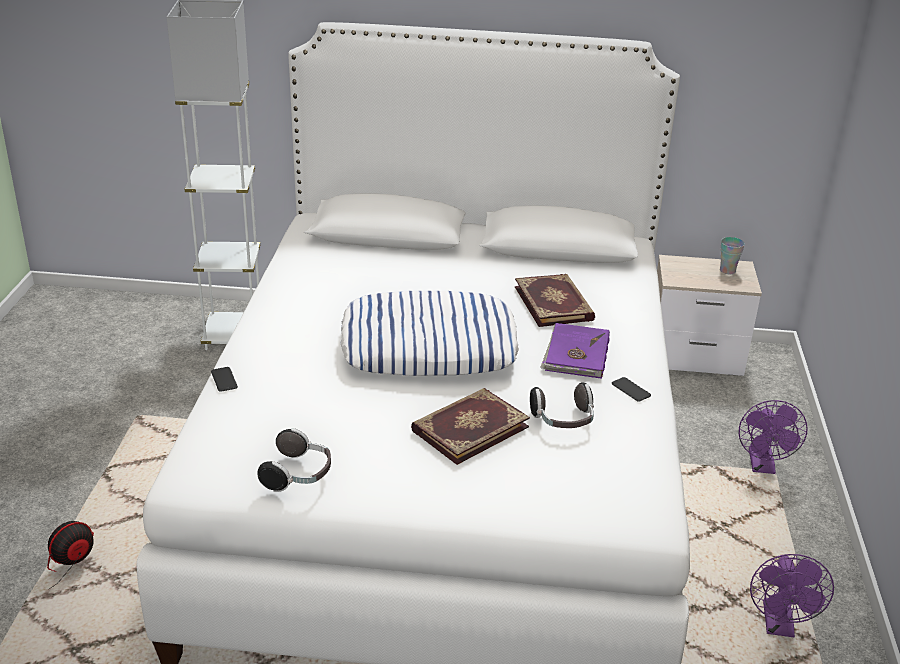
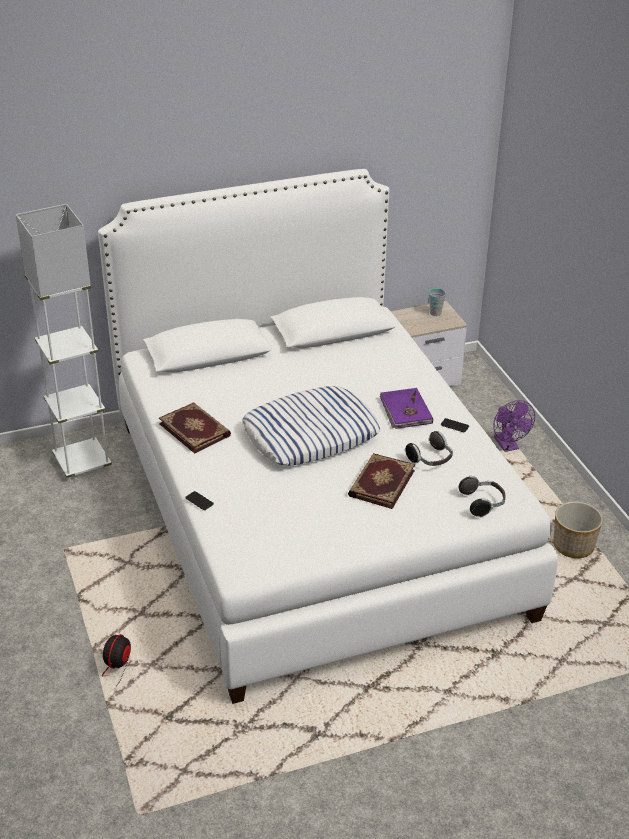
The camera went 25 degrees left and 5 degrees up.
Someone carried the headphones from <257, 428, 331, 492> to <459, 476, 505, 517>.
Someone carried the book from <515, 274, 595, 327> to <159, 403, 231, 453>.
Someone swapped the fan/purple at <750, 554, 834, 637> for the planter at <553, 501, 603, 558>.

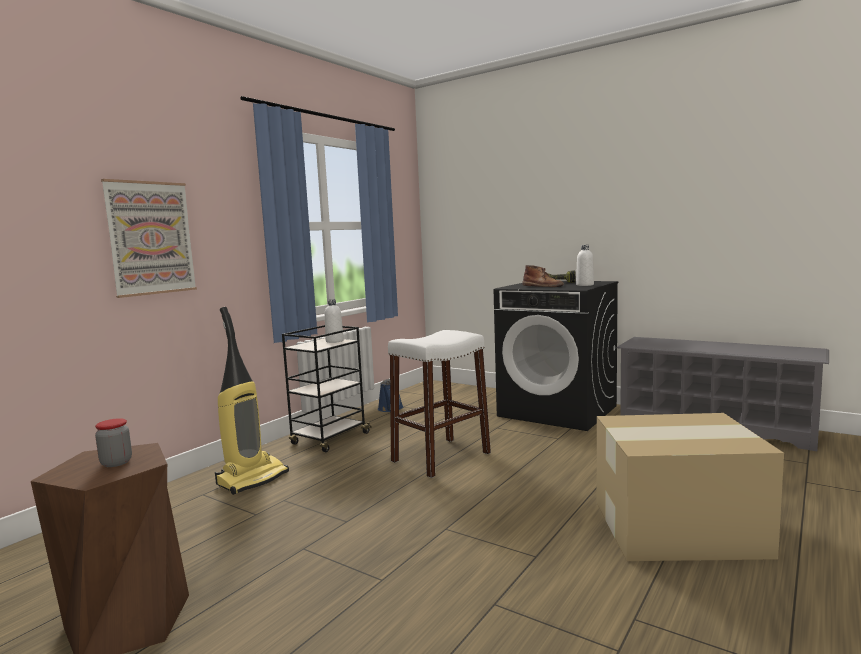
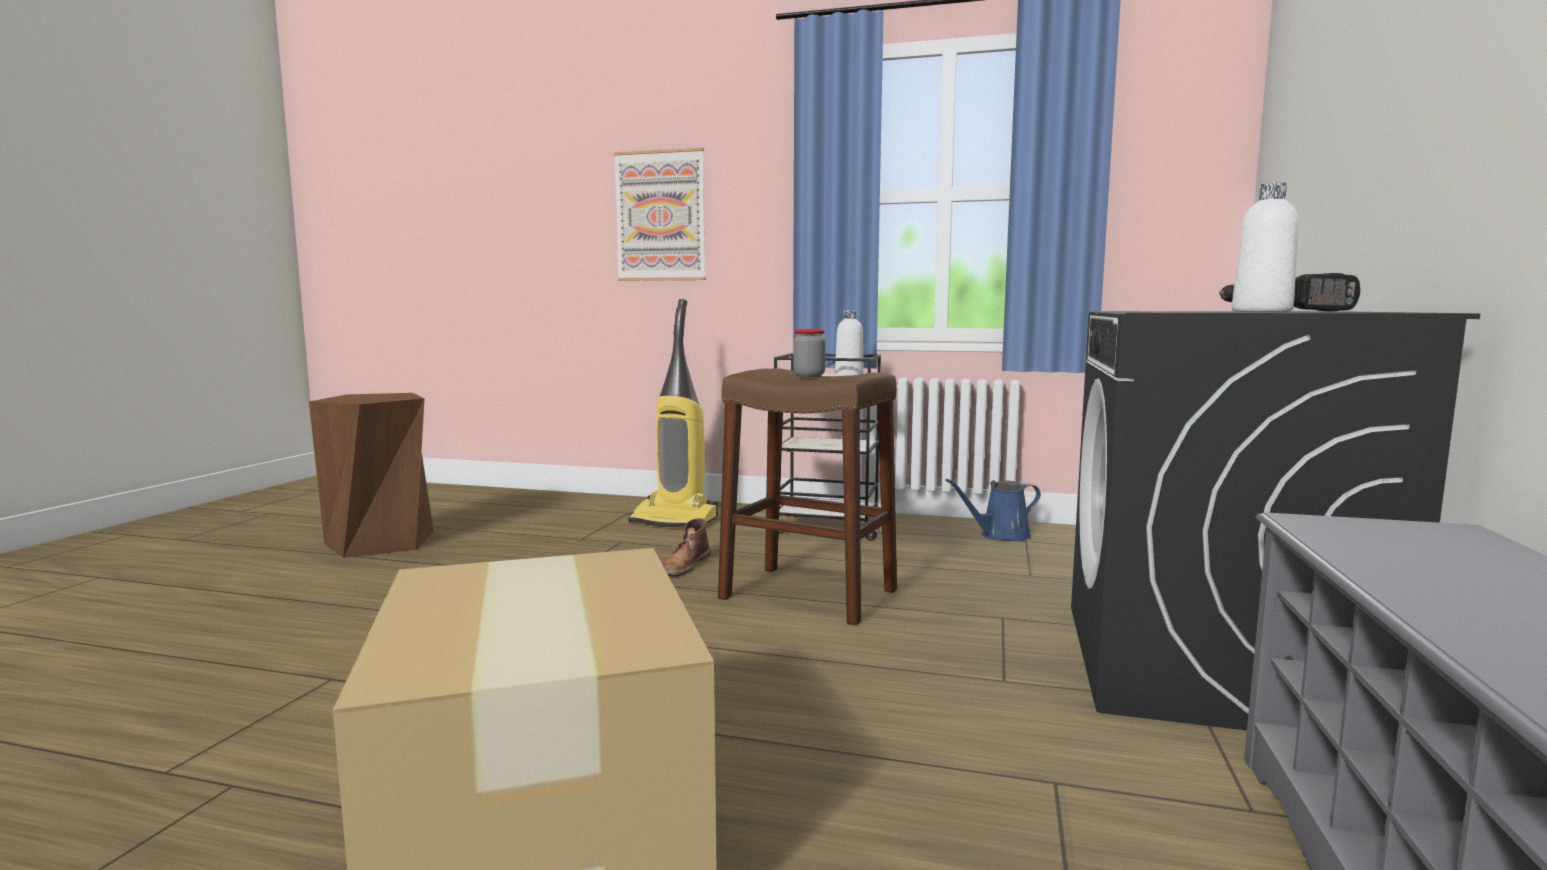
The camera went 70 degrees right and 0 degrees up.
Someone carried the jar from <95, 418, 132, 467> to <793, 329, 826, 377>.
Someone carried the boot/brown from <522, 265, 564, 287> to <662, 518, 711, 576>.
Someone repainted the stool/white at <388, 330, 491, 478>, which became the stool/brown at <718, 368, 897, 626>.

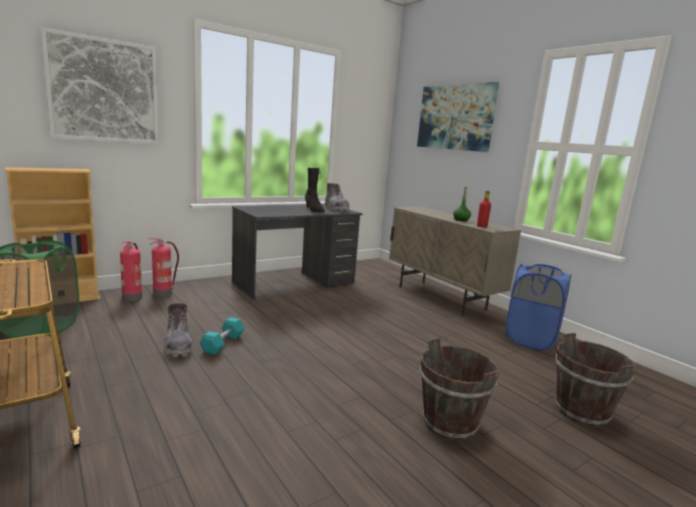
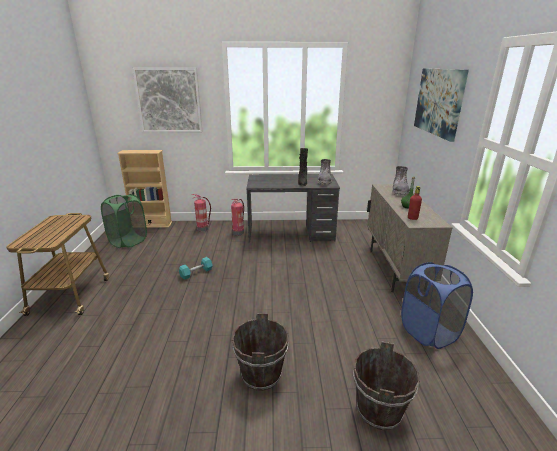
The camera went 35 degrees right and 10 degrees up.
Someone carried the fire extinguisher from <120, 242, 142, 302> to <231, 199, 244, 236>.
Someone carried the boot/grey from <164, 303, 193, 357> to <392, 166, 410, 196>.

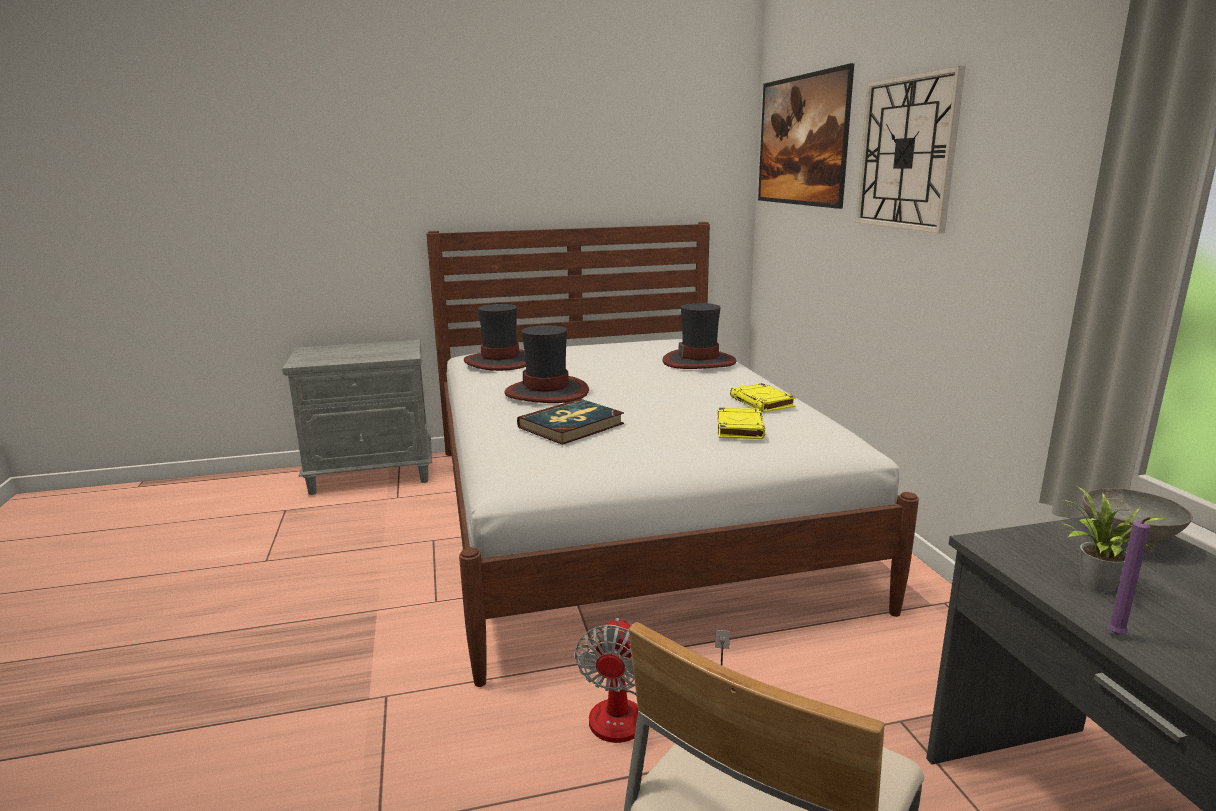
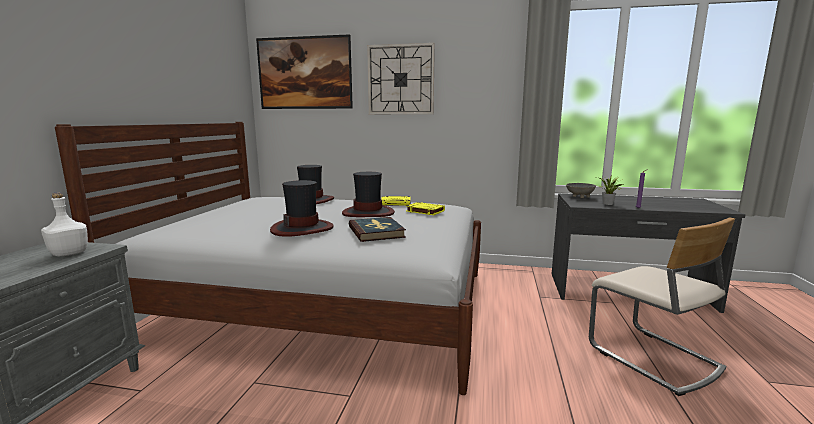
The camera went 65 degrees left and 5 degrees down.
Someone took away the fan at <575, 618, 730, 743>.
Someone put down the bottle/white at <41, 192, 88, 257>.
Someone carried the hat from <464, 304, 526, 371> to <342, 172, 395, 217>.

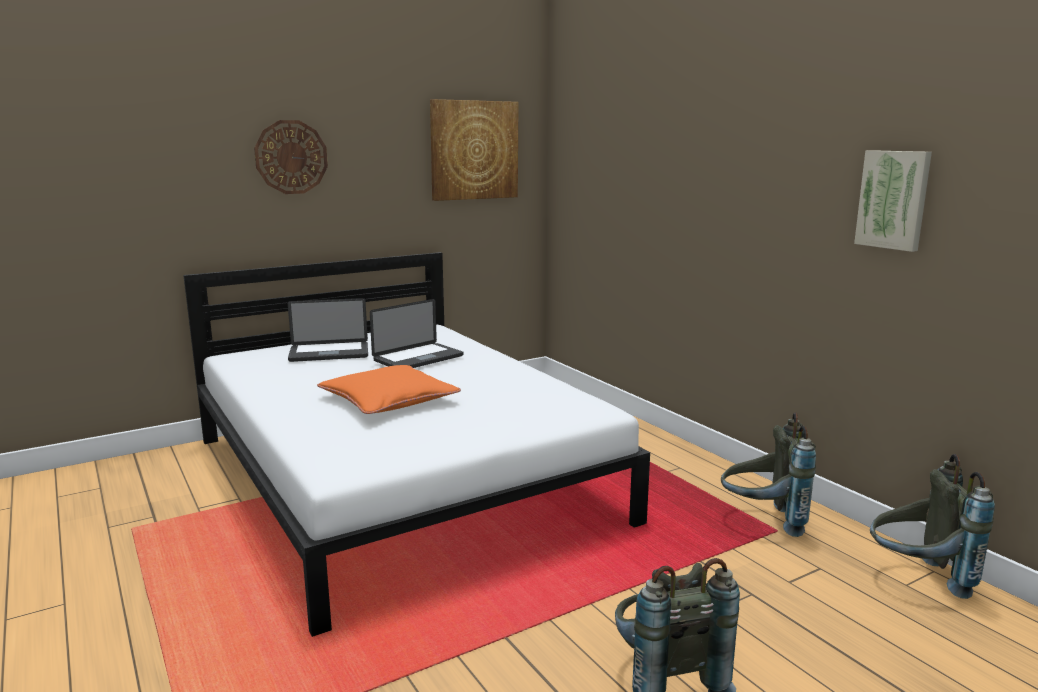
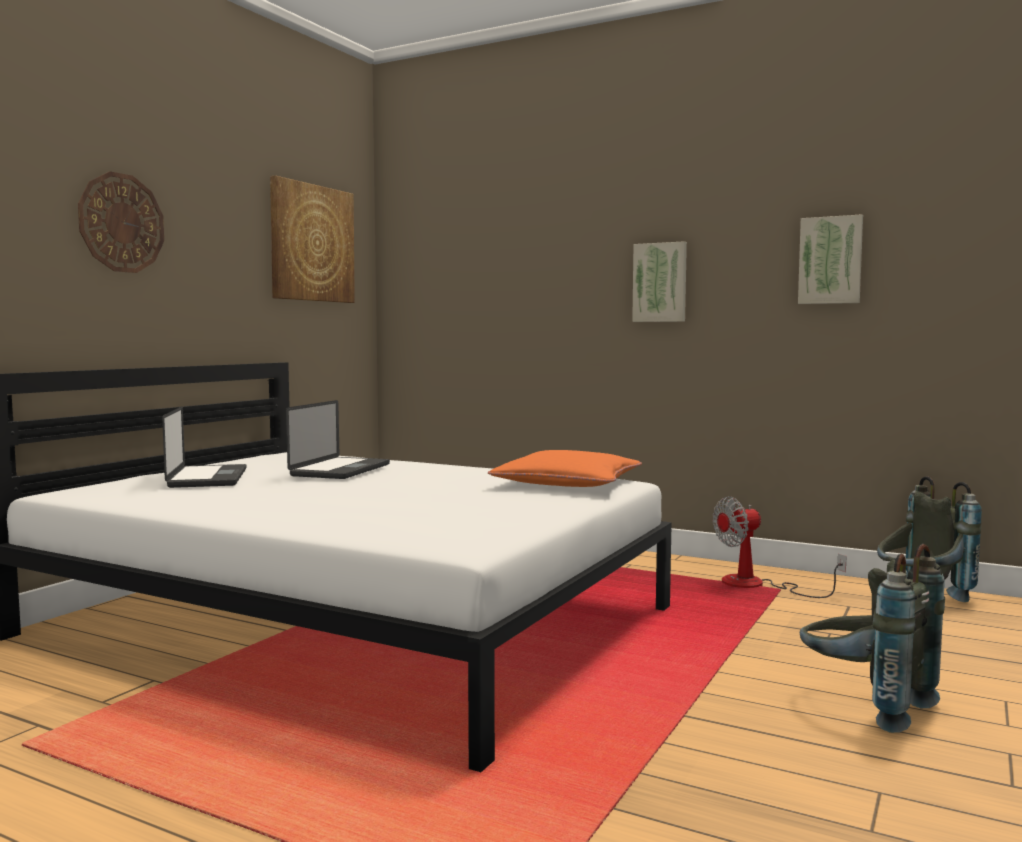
The camera went 30 degrees left and 10 degrees down.
Someone put up the picture at <632, 241, 687, 322>.
Someone carried the pillow/orange from <317, 365, 461, 414> to <488, 450, 642, 487>.
Someone swapped the backpack/grey at <721, 412, 816, 537> for the fan at <712, 496, 846, 598>.
Someone rotated the laptop at <288, 298, 368, 362> by 60 degrees counterclockwise.

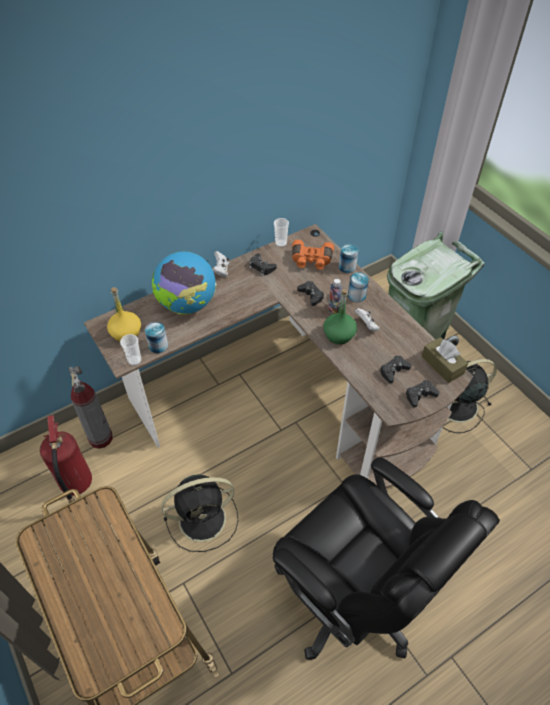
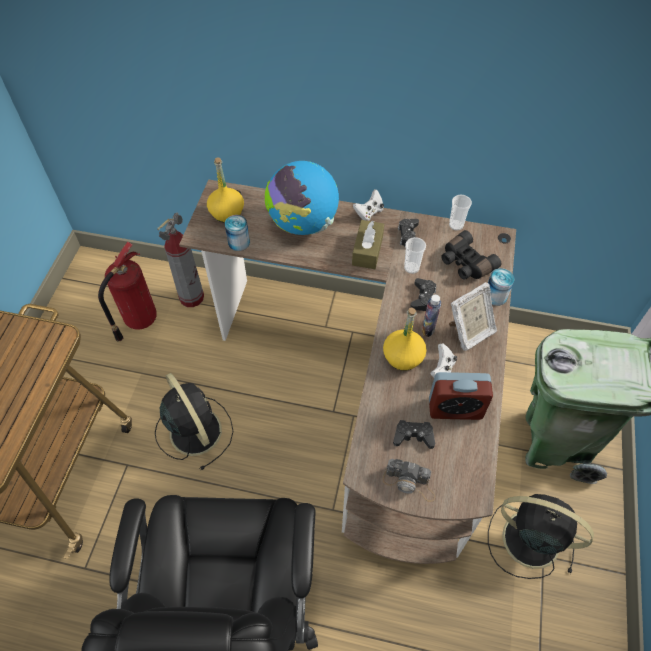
The camera went 45 degrees right and 5 degrees up.
Someone put down the alarm clock at <429, 372, 493, 420>.
Someone carried the cup from <120, 334, 141, 366> to <404, 237, 426, 274>.
Someone carried the tissue box/brown from <422, 337, 468, 383> to <352, 220, 384, 269>.
Someone swapped the can at <348, 272, 369, 302> for the picture frame at <449, 282, 497, 351>.
Someone swapped the game controller/black at <406, 380, 440, 407> for the photo camera at <383, 459, 436, 502>.
Someone repainted the binoculars/orange at <292, 240, 334, 270>, which became the binoculars/black at <441, 230, 501, 280>.
Someone repainted the bottle/green at <323, 289, 357, 344>, which became the bottle/yellow at <383, 307, 427, 371>.
Someone rotated the fan/black at <161, 474, 238, 552> by 150 degrees counterclockwise.

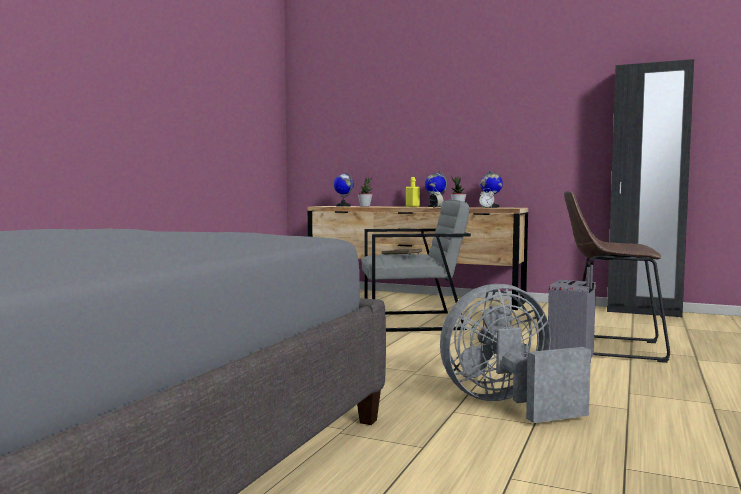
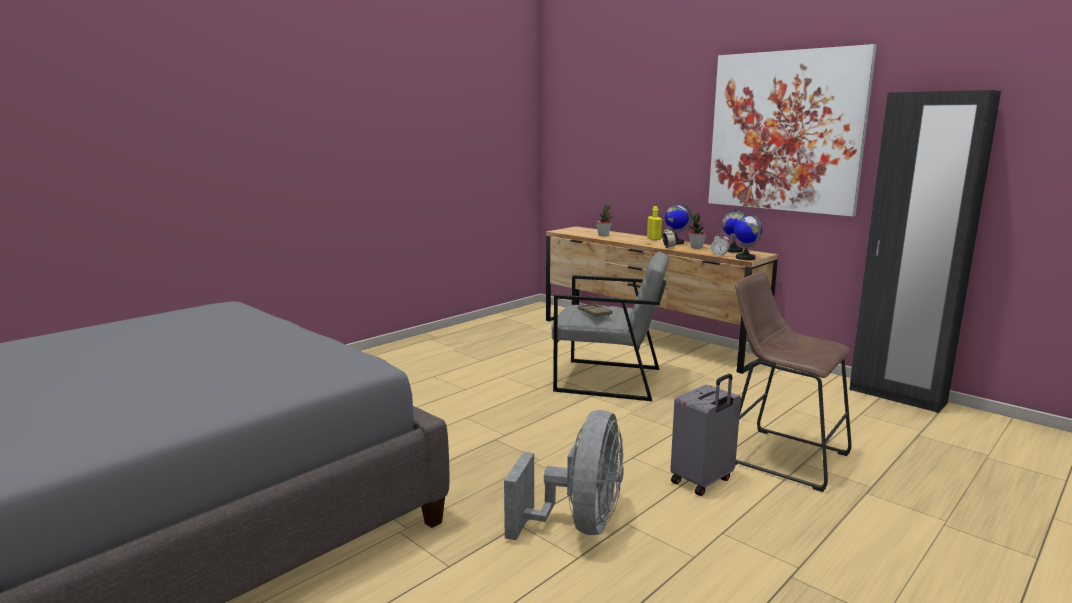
The camera went 20 degrees right and 10 degrees up.
Someone put up the picture at <708, 44, 877, 217>.
Someone carried the globe from <333, 171, 354, 206> to <734, 214, 762, 260>.
Someone rotated the fan/grey at <440, 284, 591, 423> by 105 degrees clockwise.

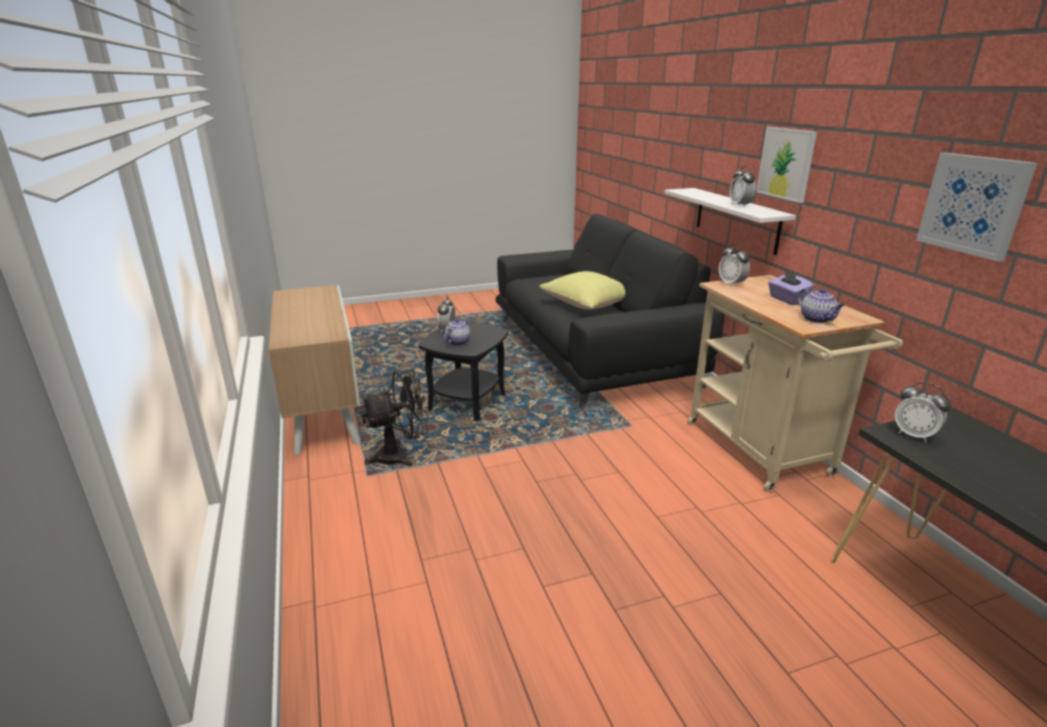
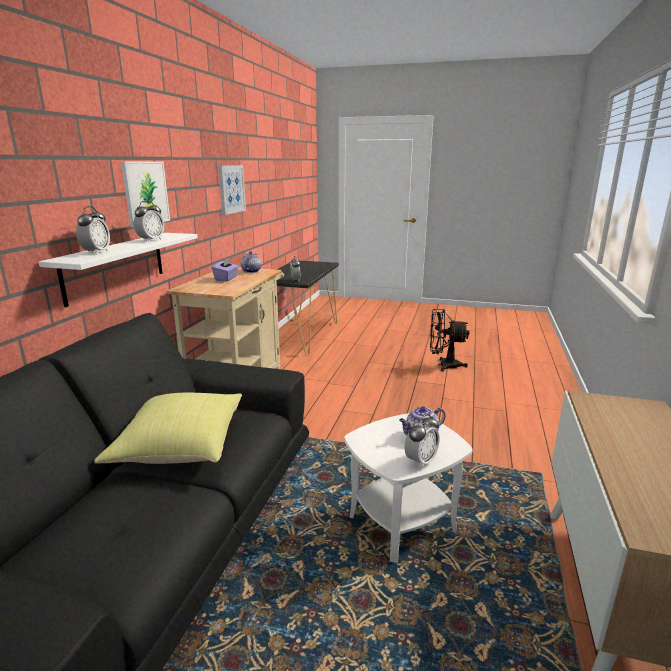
The camera went 145 degrees left and 5 degrees down.
Someone carried the fan/black from <360, 369, 429, 467> to <430, 309, 470, 372>.
Someone carried the alarm clock from <719, 244, 750, 287> to <76, 206, 110, 254>.
Someone repainted the side table/black at <419, 322, 508, 421>, which became the side table/white at <344, 413, 472, 563>.

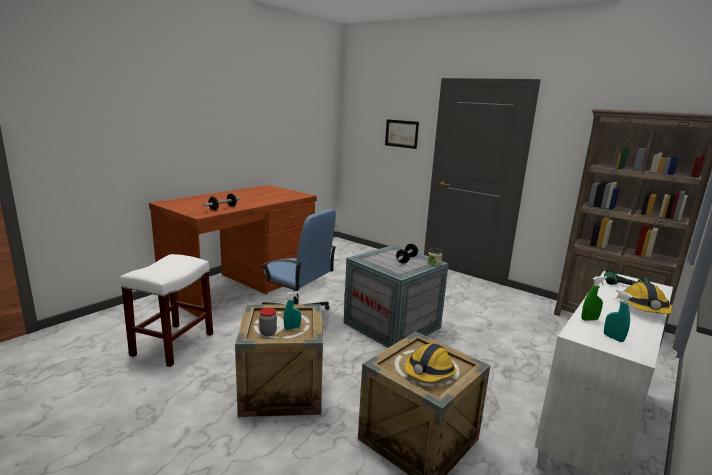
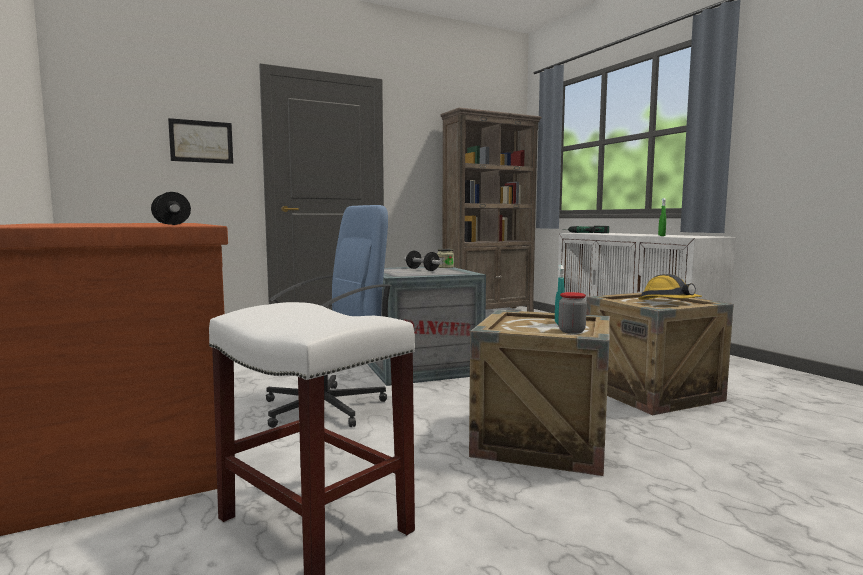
The camera went 65 degrees left and 10 degrees down.
Someone took away the spray bottle/turquoise at <604, 289, 632, 342>.
Someone took away the hard hat at <617, 282, 672, 314>.

